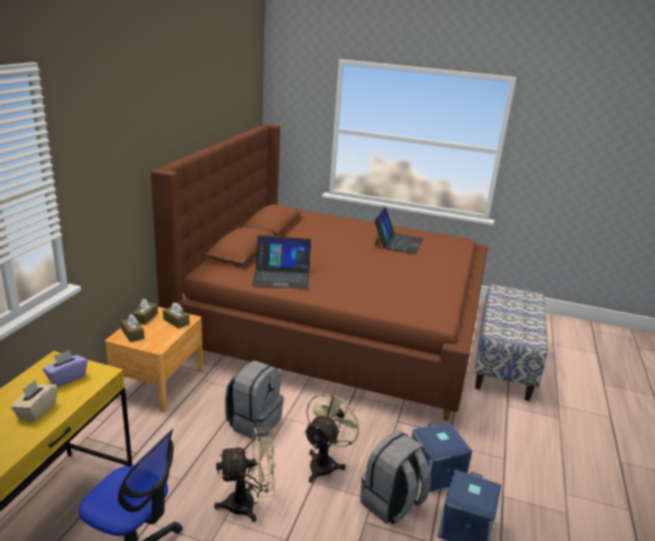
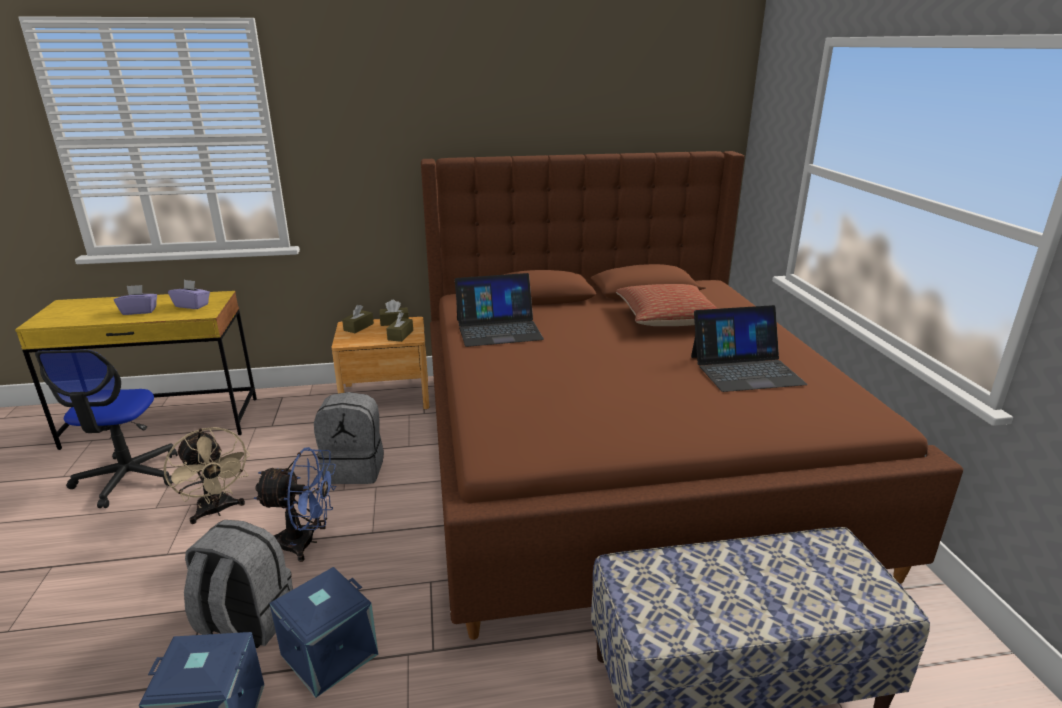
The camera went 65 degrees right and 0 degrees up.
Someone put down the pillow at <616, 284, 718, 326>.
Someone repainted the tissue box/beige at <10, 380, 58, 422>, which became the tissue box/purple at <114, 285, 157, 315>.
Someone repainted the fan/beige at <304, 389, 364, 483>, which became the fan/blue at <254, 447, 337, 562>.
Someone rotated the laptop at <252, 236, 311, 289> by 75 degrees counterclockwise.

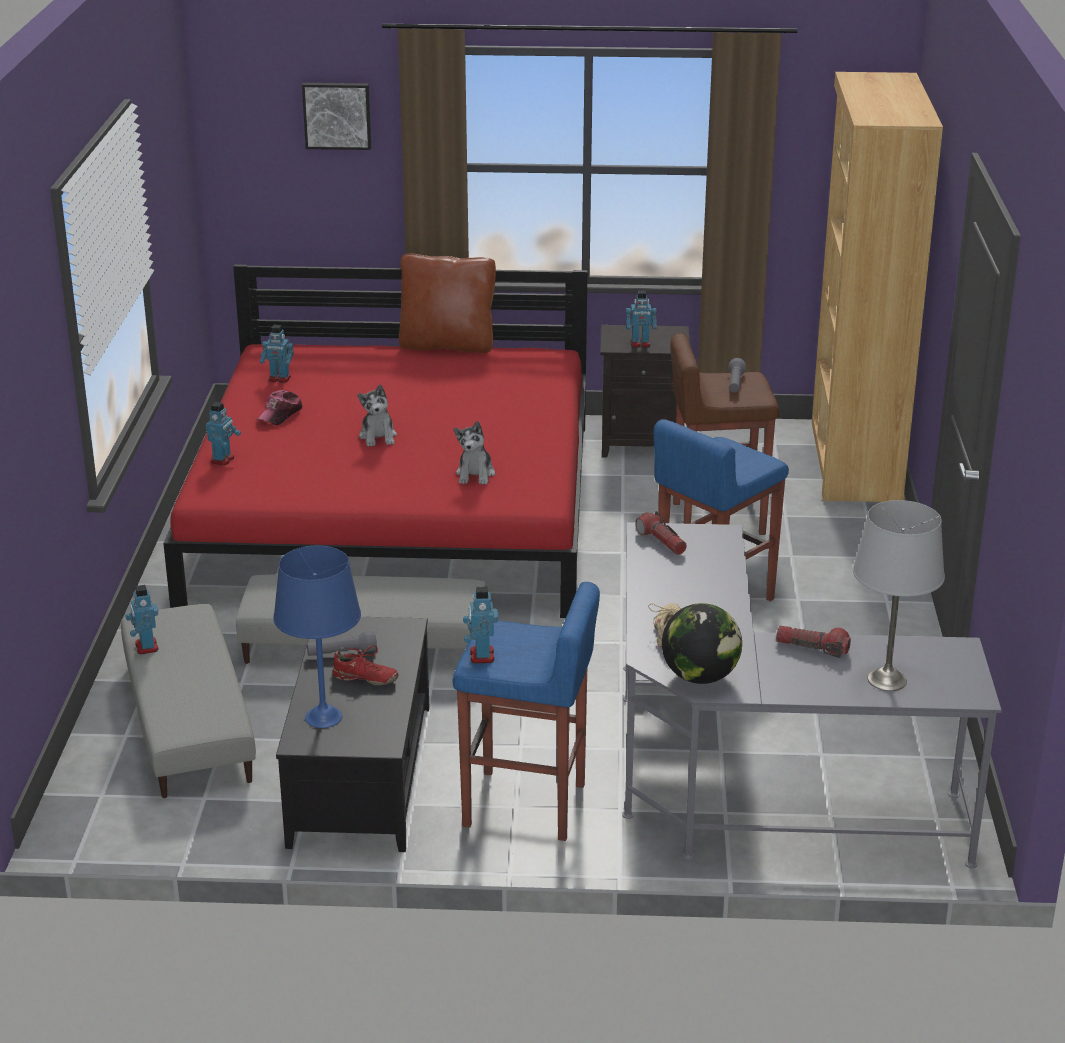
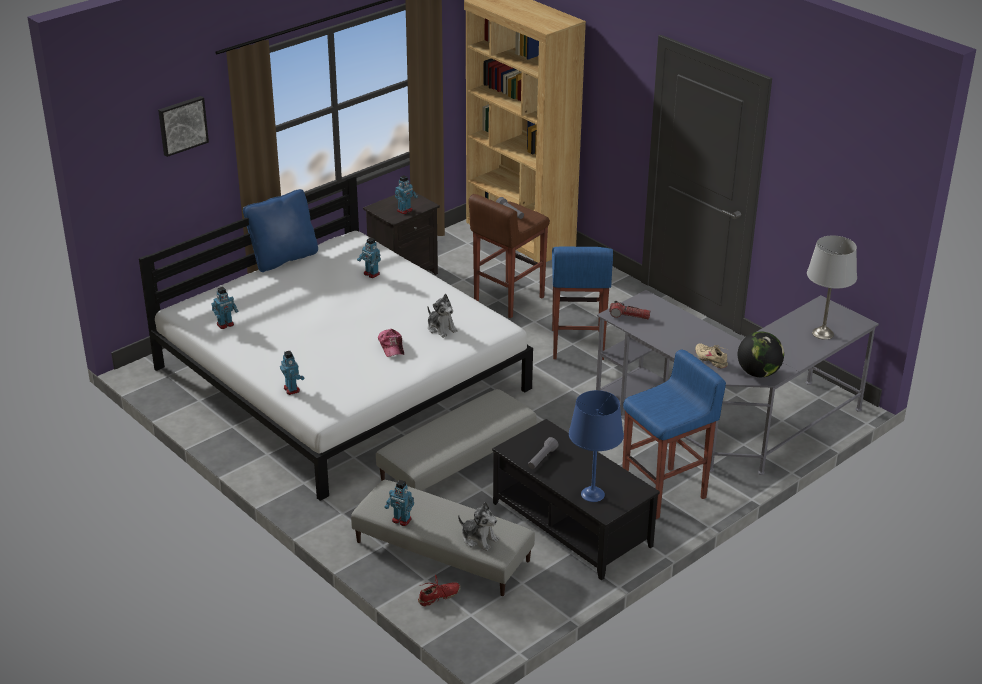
The camera went 45 degrees left and 5 degrees up.
Someone took away the flashlight at <776, 626, 851, 658>.
Someone carried the cap from <257, 390, 302, 425> to <378, 329, 404, 357>.
Someone carried the shoe/red from <332, 645, 399, 685> to <418, 575, 461, 606>.
Someone carried the plush toy from <358, 384, 397, 447> to <458, 502, 499, 551>.
Someone carried the toy robot from <463, 586, 499, 663> to <357, 238, 381, 278>.
Someone repainted the bed/red at <163, 265, 588, 618>, which became the bed/white at <139, 175, 533, 501>.
Someone repainted the pillow/brown at <399, 253, 496, 353>, which became the pillow/blue at <243, 189, 318, 272>.

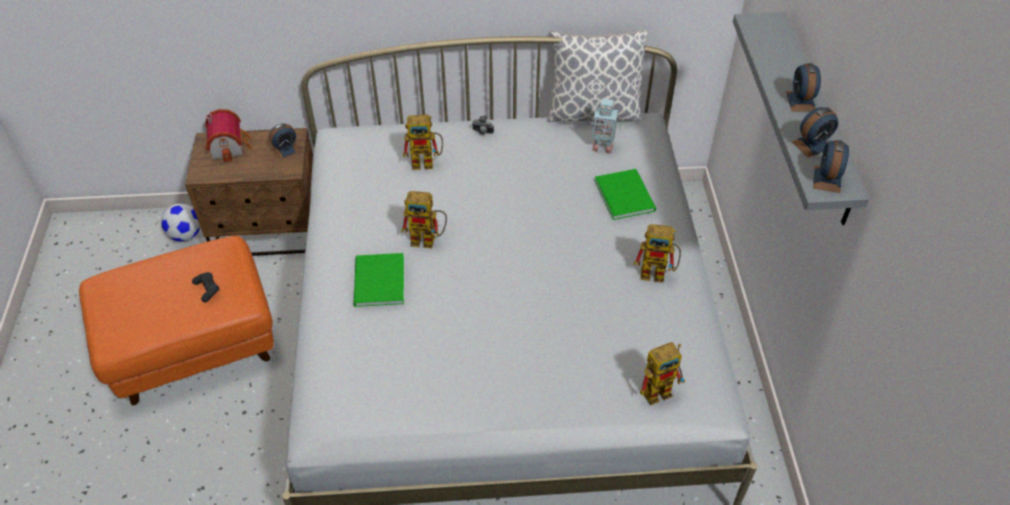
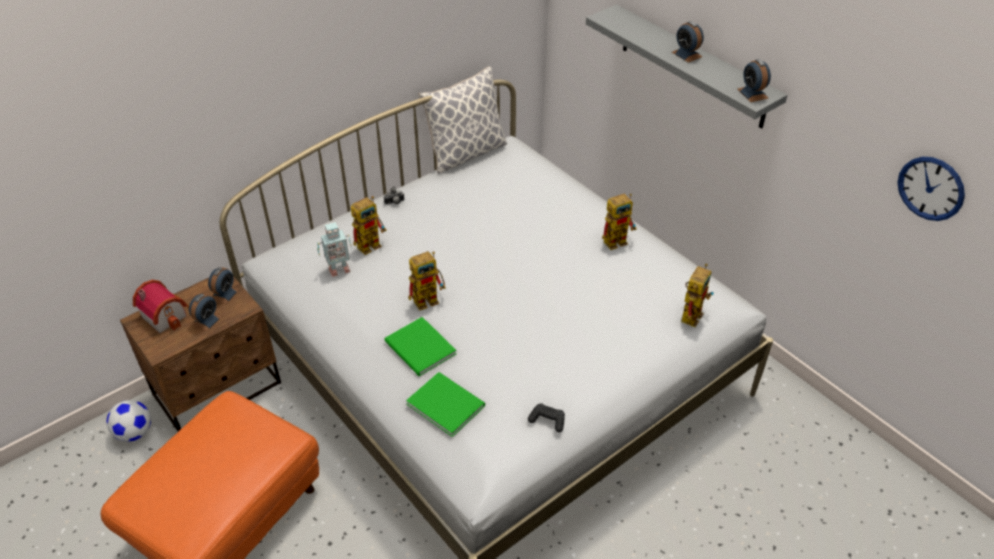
The camera went 35 degrees left and 5 degrees down.
Someone put up the wall clock at <897, 157, 965, 221>.
Someone carried the game controller/black from <192, 272, 220, 302> to <528, 403, 565, 432>.
Someone carried the toy robot from <588, 98, 621, 153> to <317, 222, 351, 277>.
Someone carried the book/green from <595, 169, 656, 220> to <406, 372, 485, 437>.
Someone carried the alarm clock from <792, 107, 838, 157> to <189, 294, 222, 332>.

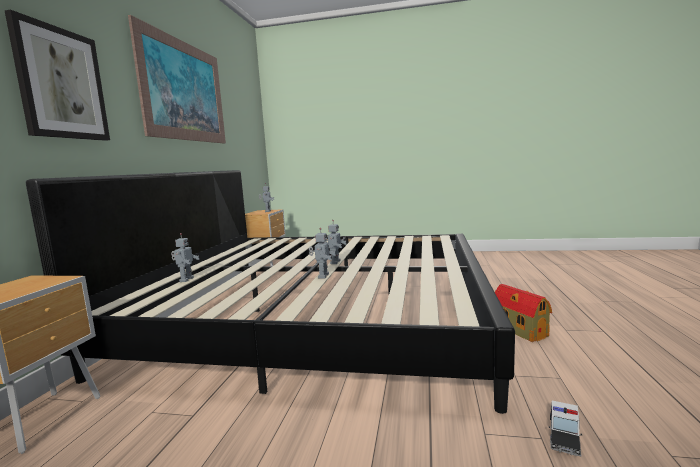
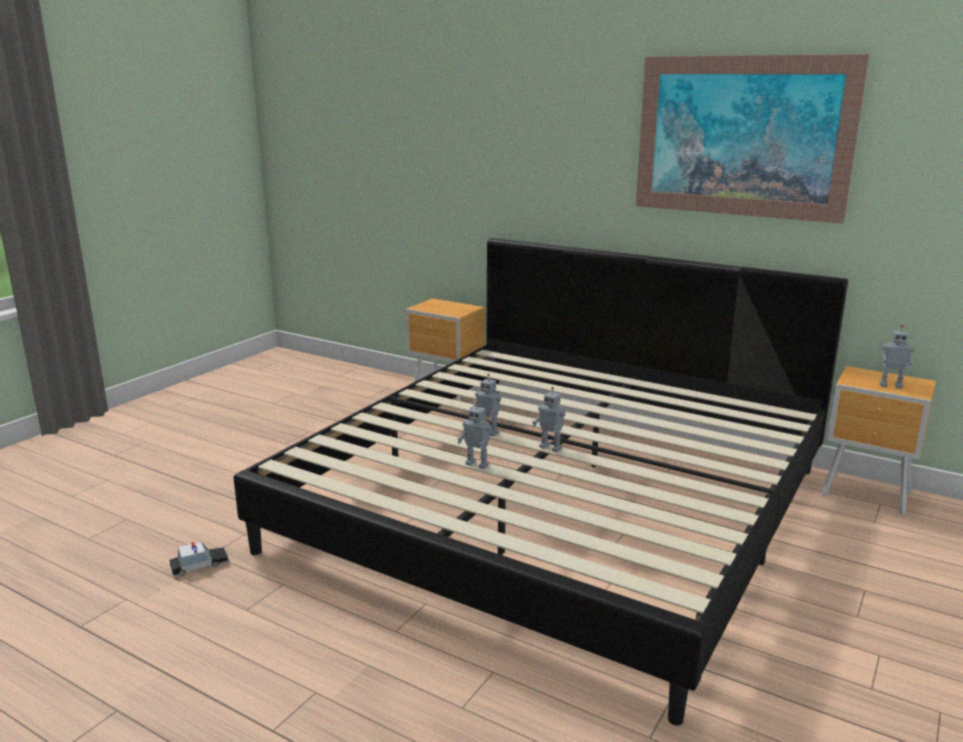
The camera went 110 degrees right and 10 degrees up.
Someone took away the picture at <4, 10, 110, 141>.
Someone took away the toy house at <495, 284, 552, 342>.
Someone carried the toy robot from <171, 233, 199, 282> to <458, 401, 492, 469>.
Someone rotated the toy car at <549, 401, 582, 456> by 105 degrees clockwise.

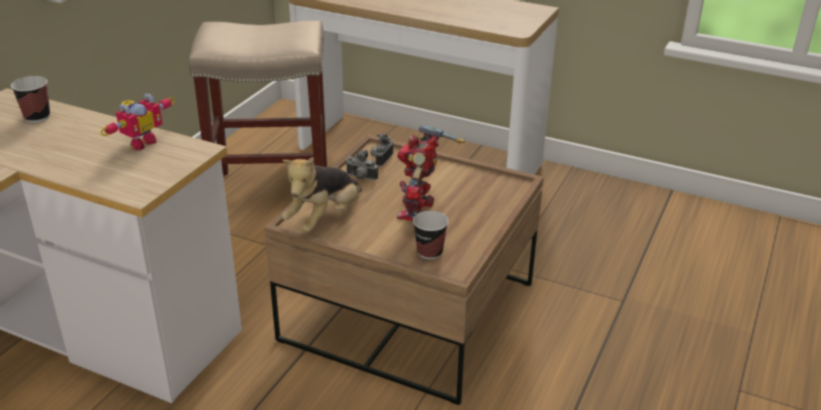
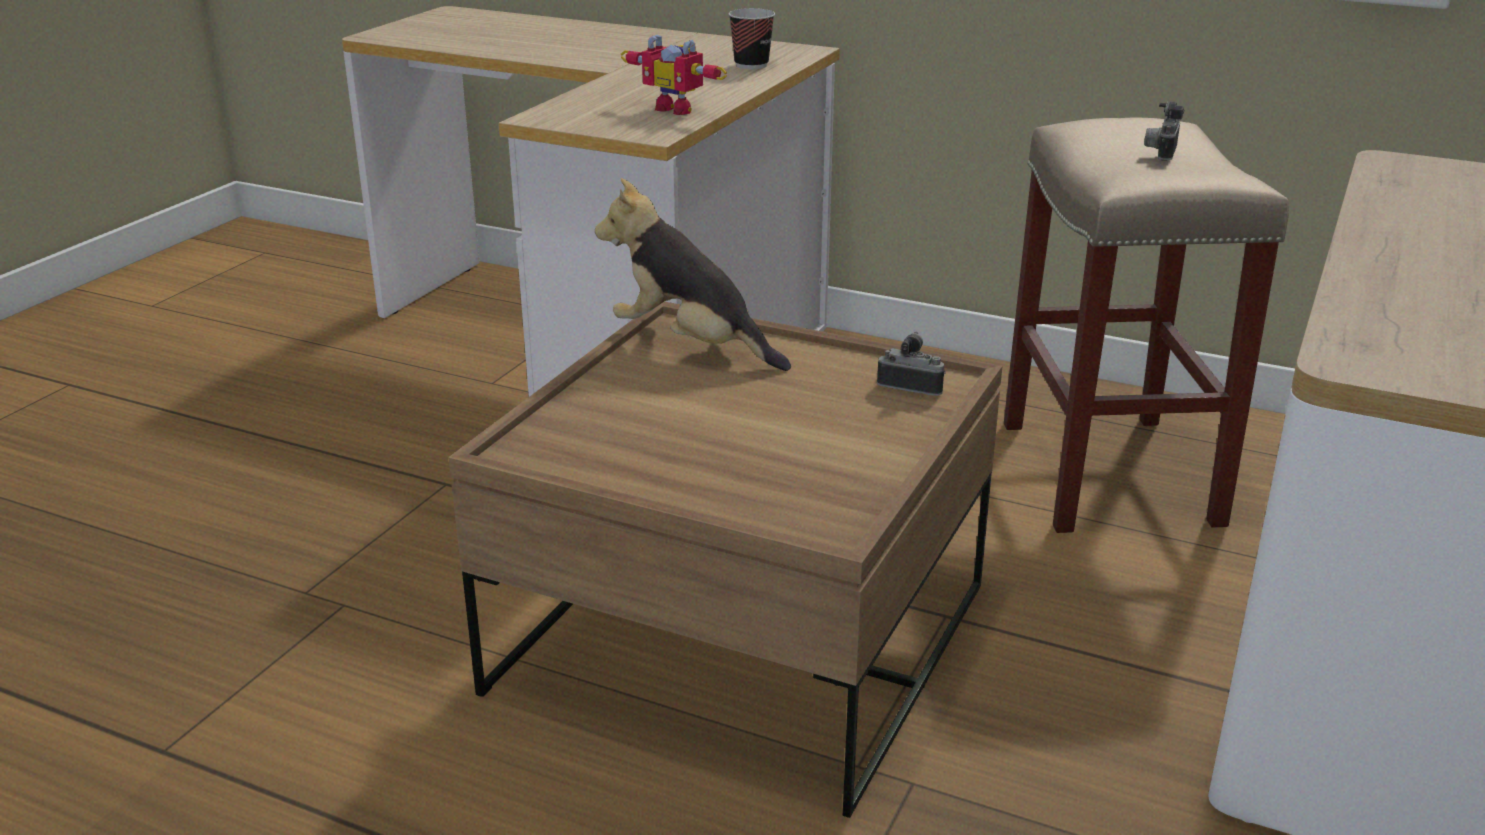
The camera went 90 degrees right and 5 degrees down.
Someone took away the toy robot at <397, 124, 465, 221>.
Someone took away the cup at <413, 211, 448, 260>.
Someone carried the photo camera from <346, 150, 378, 180> to <1144, 101, 1184, 161>.

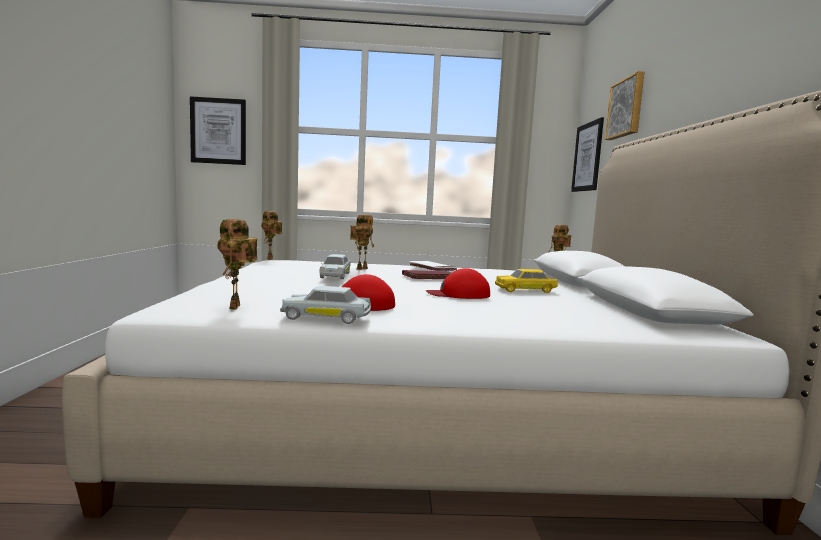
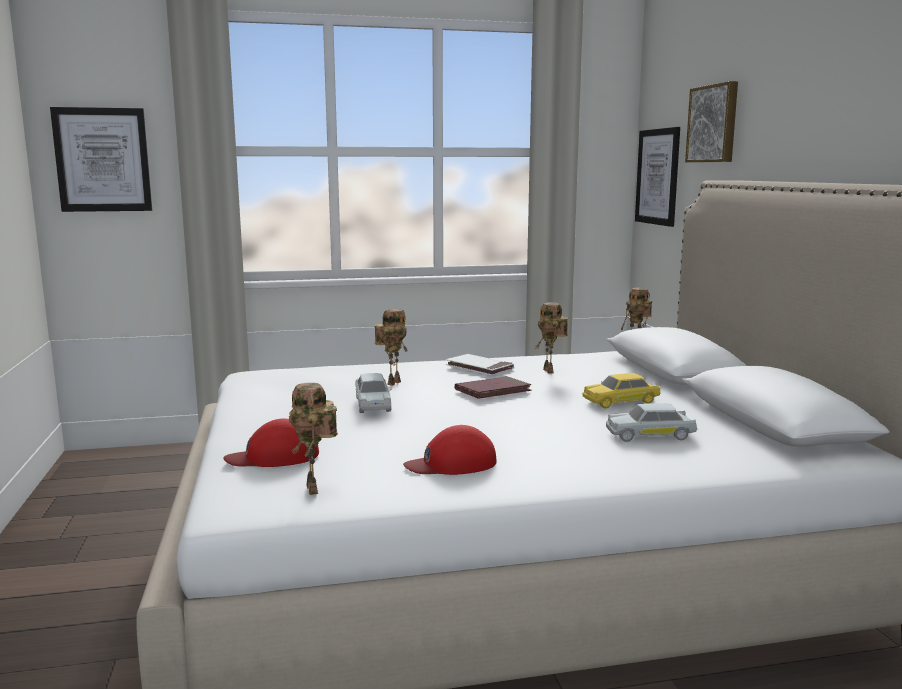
The camera went 10 degrees left and 5 degrees up.
Someone carried the toy robot from <261, 211, 282, 260> to <535, 302, 568, 373>.
Someone carried the toy car/white from <280, 286, 371, 324> to <606, 403, 697, 442>.
Someone carried the cap/red from <426, 268, 490, 299> to <223, 419, 319, 467>.

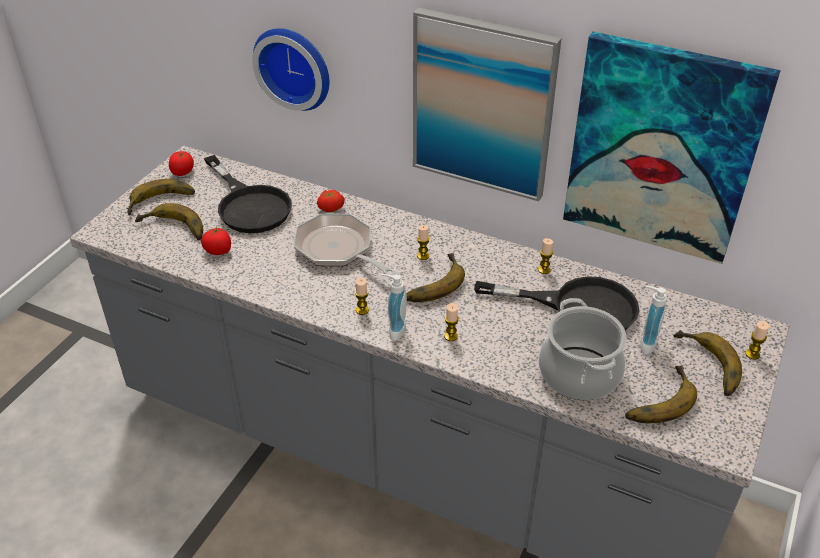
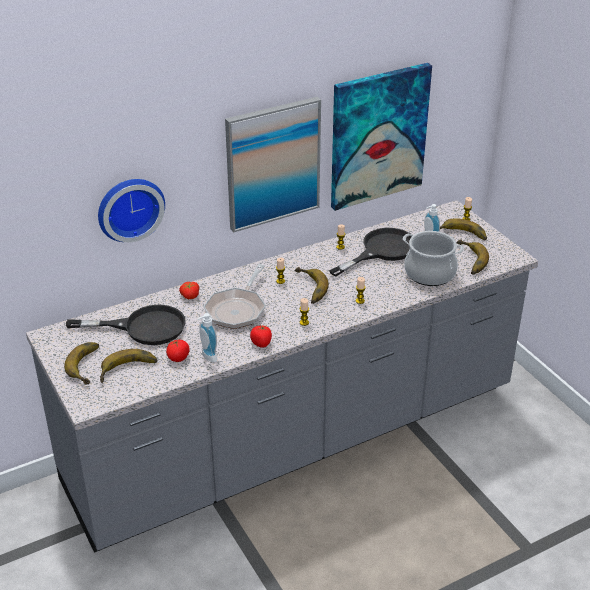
The camera went 55 degrees left and 5 degrees down.
Someone carried the tomato from <169, 151, 194, 176> to <250, 324, 272, 348>.
Someone carried the soap dispenser from <382, 274, 407, 341> to <197, 313, 217, 362>.
Someone rotated the frying pan at <293, 214, 399, 275> by 60 degrees counterclockwise.

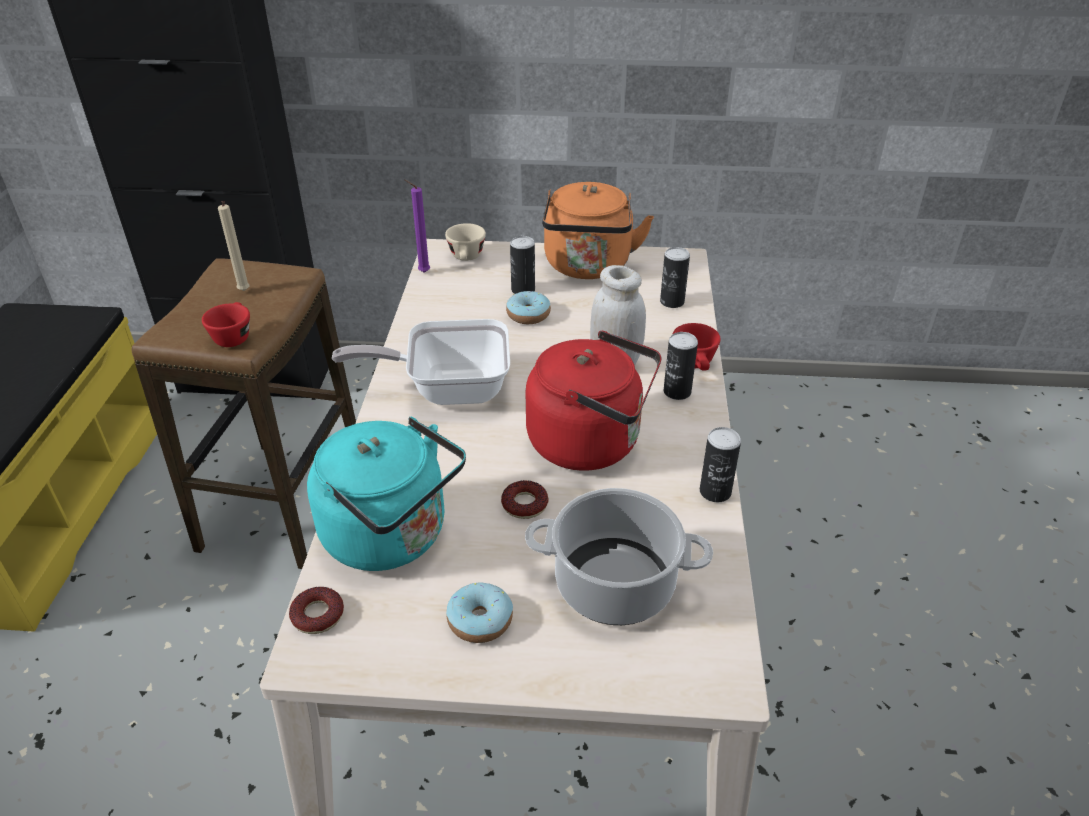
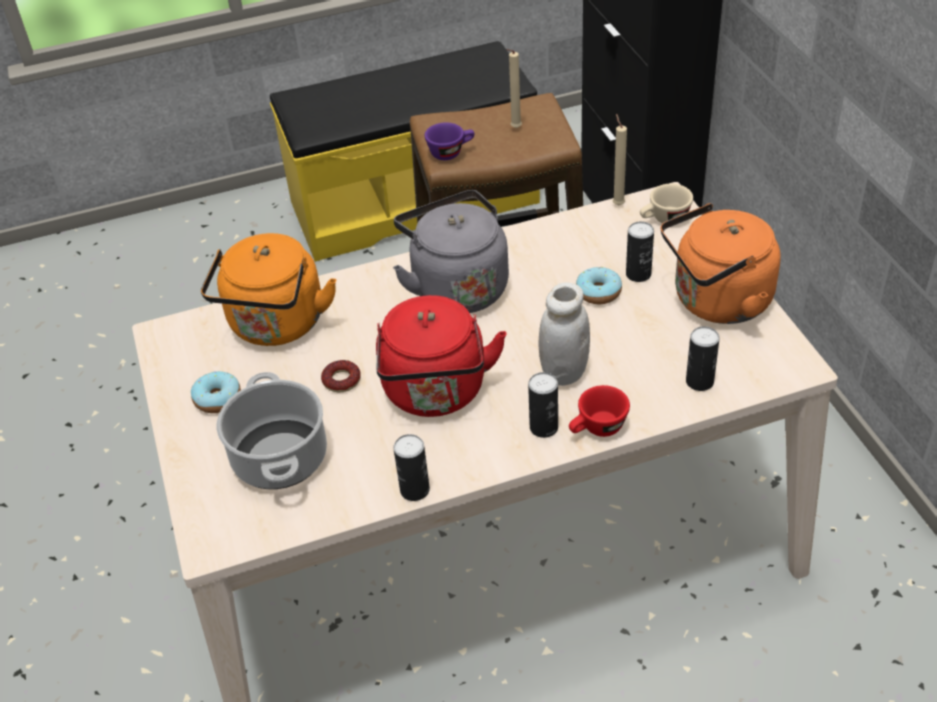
The camera went 70 degrees right and 5 degrees up.
Someone took away the donut at <289, 587, 344, 634>.
Someone swapped the frying pan at <332, 319, 510, 405> for the kettle/grey at <393, 190, 509, 313>.
Someone repainted the cup/red at <202, 302, 250, 347>, which became the cup/purple at <425, 122, 474, 160>.
Someone repainted the kettle/turquoise at <307, 417, 466, 571>, which became the kettle/orange at <201, 233, 337, 346>.
Someone repainted the candle/purple at <404, 179, 430, 273>, which became the candle/beige at <612, 114, 627, 205>.

